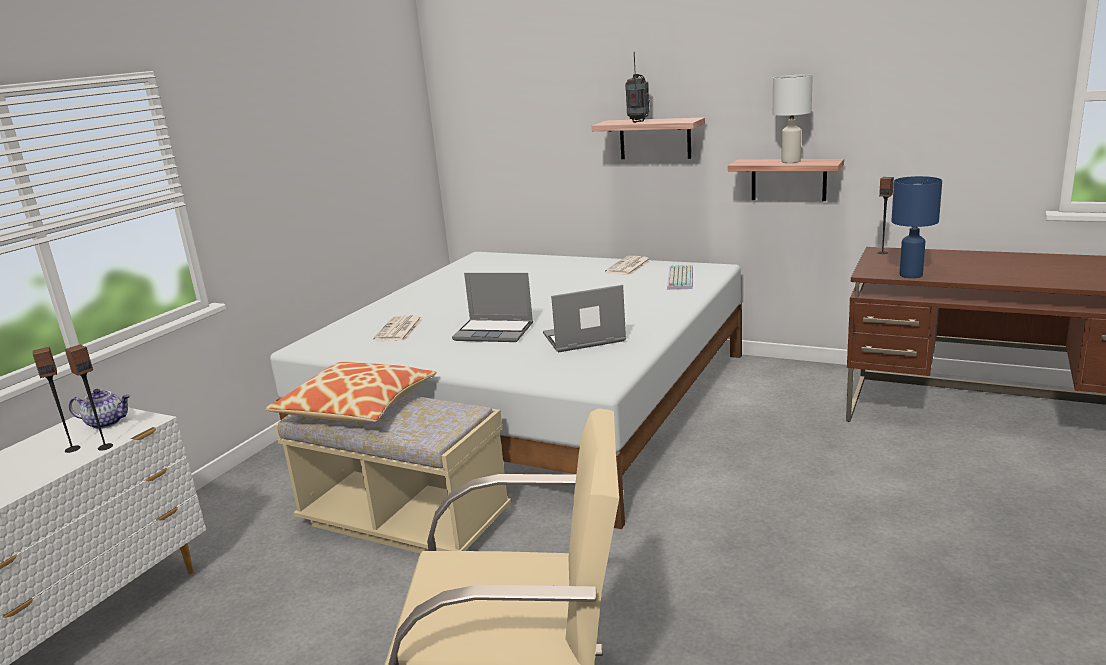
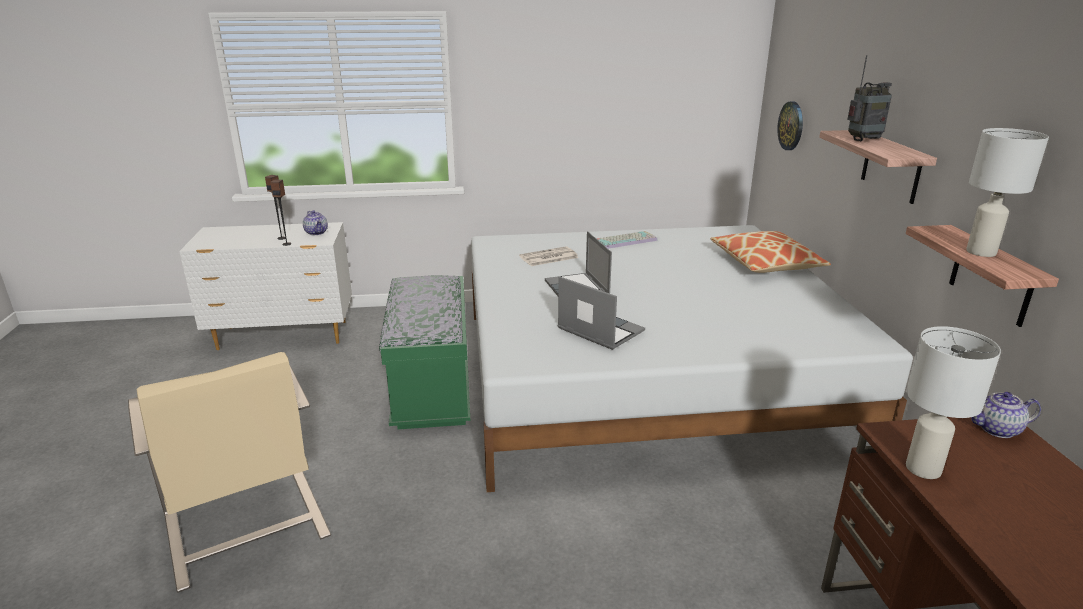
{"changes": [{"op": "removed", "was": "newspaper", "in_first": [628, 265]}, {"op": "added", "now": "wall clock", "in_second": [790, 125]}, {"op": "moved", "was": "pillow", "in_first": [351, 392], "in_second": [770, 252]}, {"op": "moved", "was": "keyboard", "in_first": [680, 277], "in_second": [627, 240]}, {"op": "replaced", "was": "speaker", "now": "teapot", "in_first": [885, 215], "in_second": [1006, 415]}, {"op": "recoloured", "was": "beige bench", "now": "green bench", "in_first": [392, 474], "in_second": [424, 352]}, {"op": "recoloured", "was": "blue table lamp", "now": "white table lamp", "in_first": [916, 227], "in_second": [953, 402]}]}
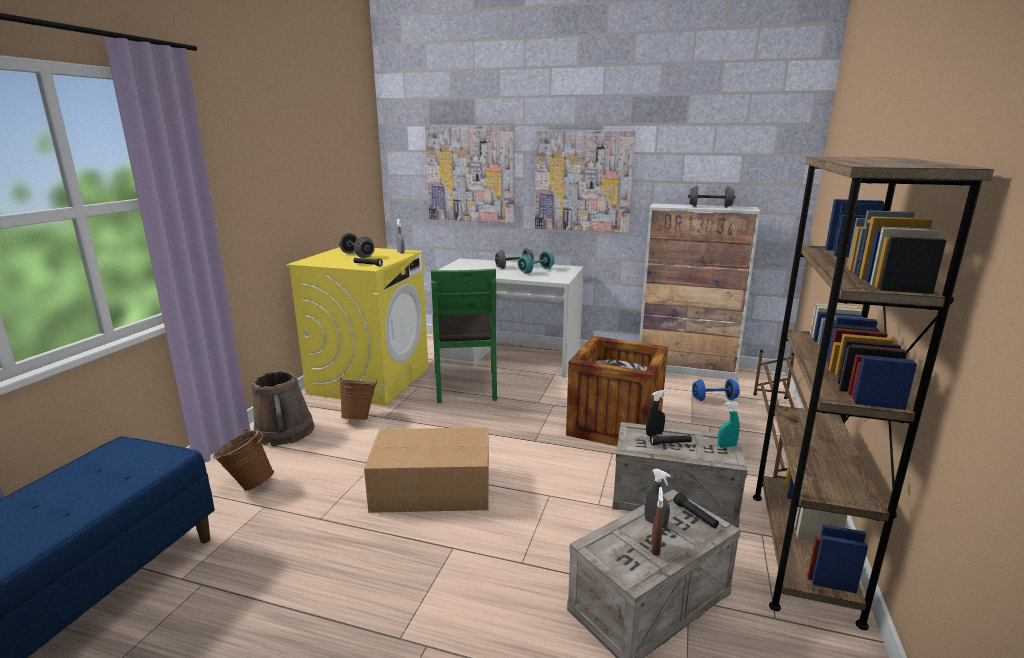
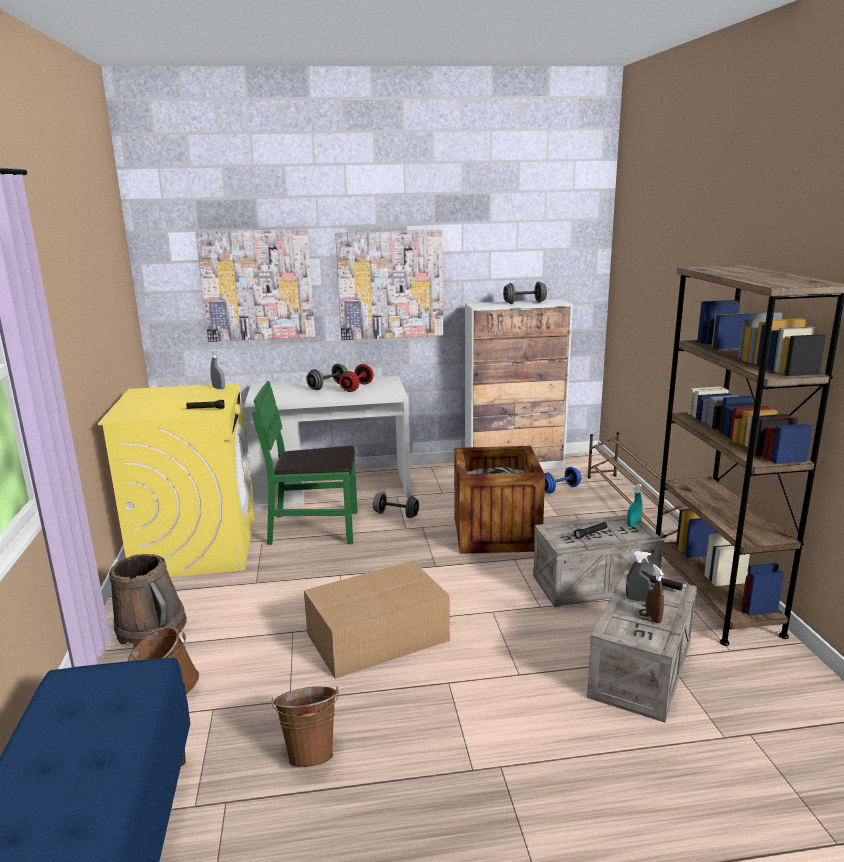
{"changes": [{"op": "removed", "was": "black spray bottle", "in_first": [656, 413]}, {"op": "moved", "was": "brown bucket", "in_first": [357, 399], "in_second": [305, 727]}, {"op": "moved", "was": "grey dumbbell", "in_first": [357, 245], "in_second": [396, 505]}, {"op": "recoloured", "was": "turquoise dumbbell", "now": "red dumbbell", "in_first": [536, 262], "in_second": [356, 378]}, {"op": "turned", "was": "green chair", "in_first": [464, 336], "in_second": [305, 463], "clockwise": 120}]}
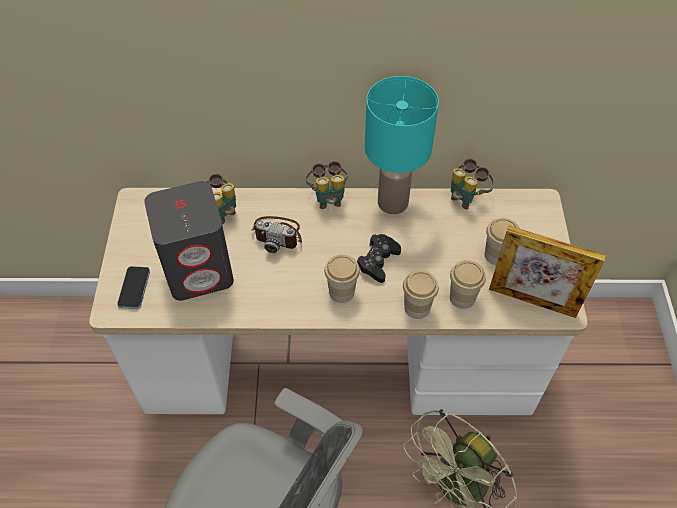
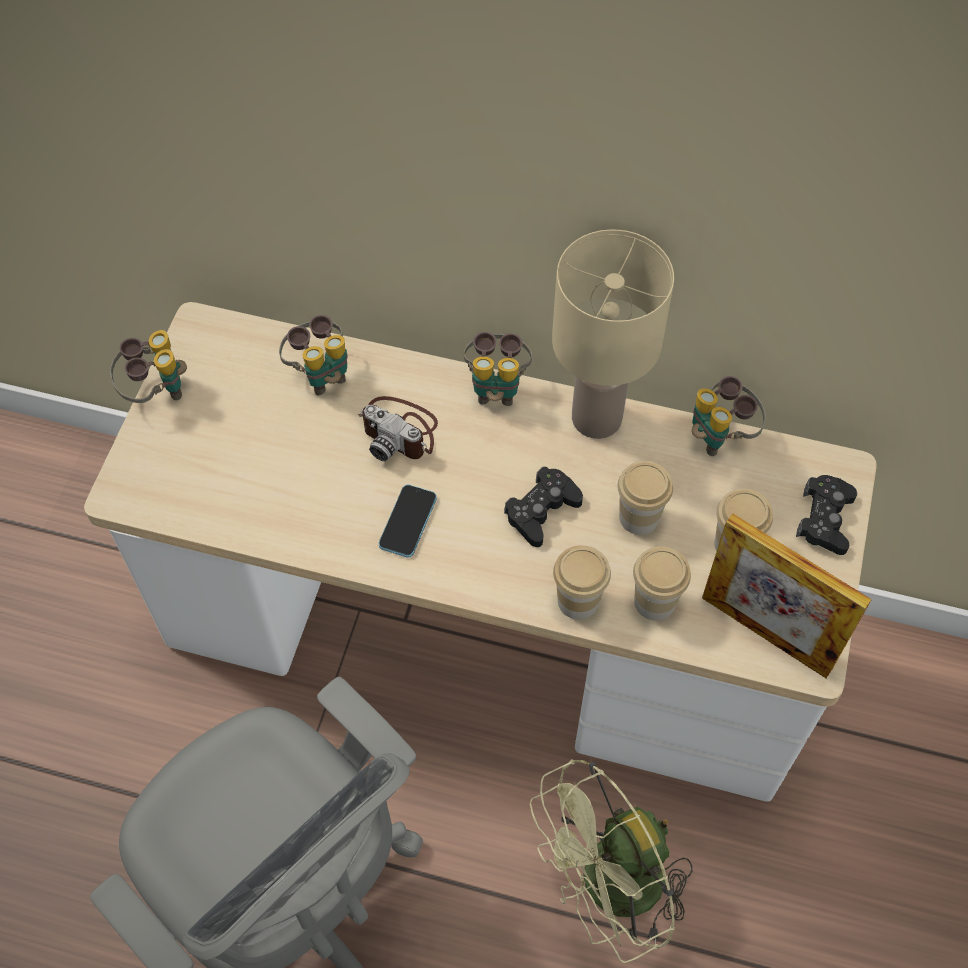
{"changes": [{"op": "removed", "was": "grey speaker", "in_first": [189, 241]}, {"op": "added", "now": "binoculars", "in_second": [148, 366]}, {"op": "added", "now": "black game controller", "in_second": [826, 515]}, {"op": "moved", "was": "phone", "in_first": [133, 287], "in_second": [408, 521]}, {"op": "moved", "was": "cup", "in_first": [342, 279], "in_second": [645, 498]}, {"op": "recoloured", "was": "turquoise table lamp", "now": "beige table lamp", "in_first": [402, 145], "in_second": [613, 334]}]}
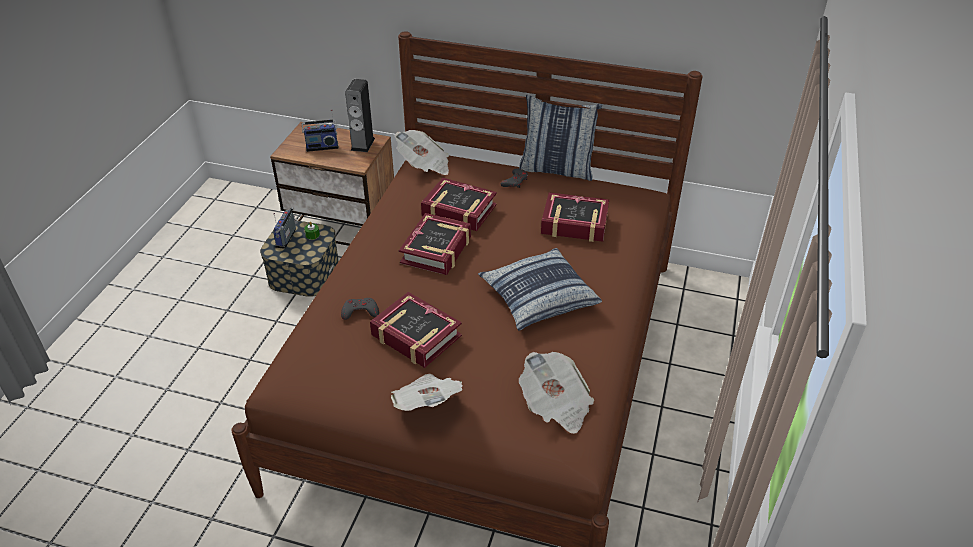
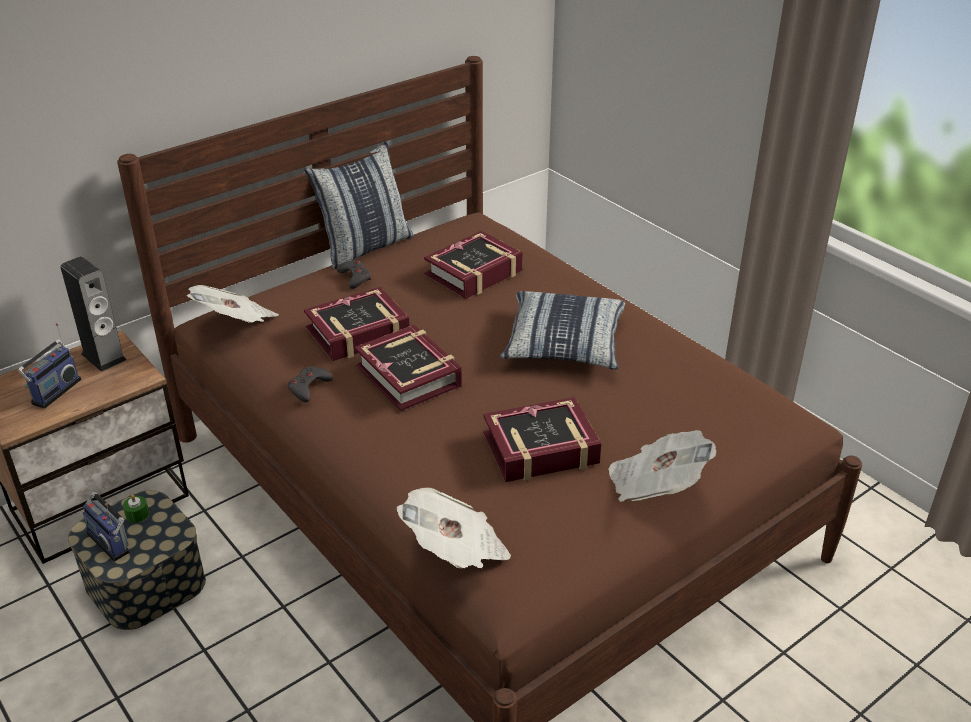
{"changes": [{"op": "moved", "was": "grey game controller", "in_first": [360, 309], "in_second": [311, 384]}, {"op": "moved", "was": "newspaper", "in_first": [556, 393], "in_second": [454, 528]}]}
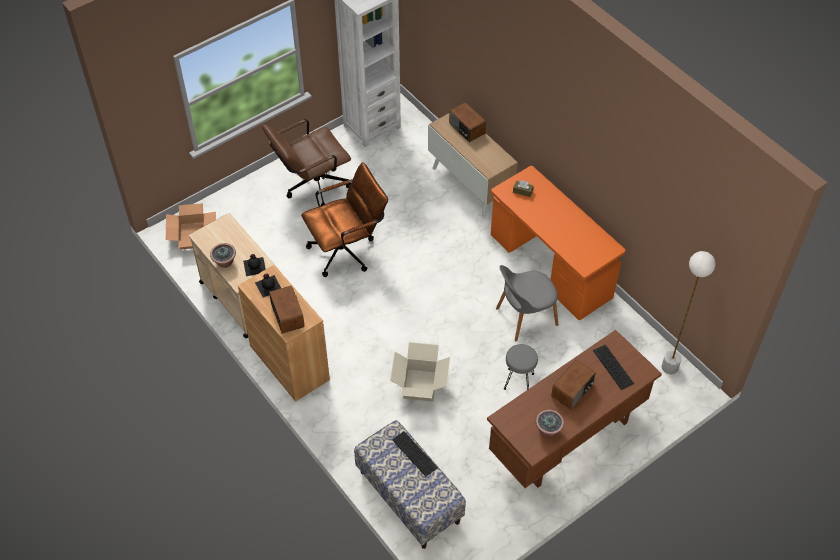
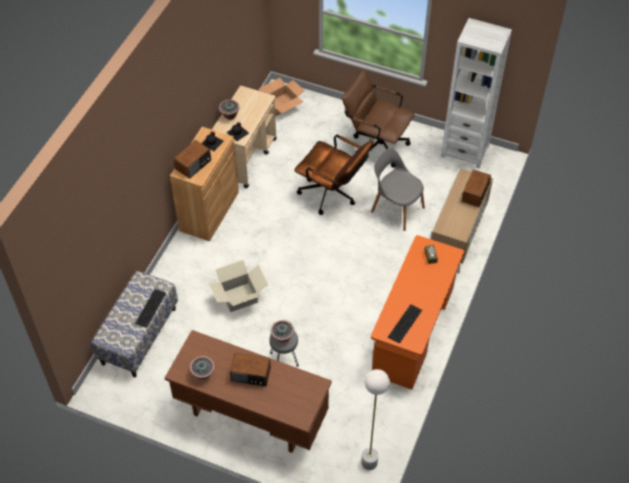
{"changes": [{"op": "added", "now": "potted plant", "in_second": [282, 331]}, {"op": "moved", "was": "grey chair", "in_first": [527, 303], "in_second": [398, 189]}, {"op": "moved", "was": "keyboard", "in_first": [613, 367], "in_second": [405, 323]}]}
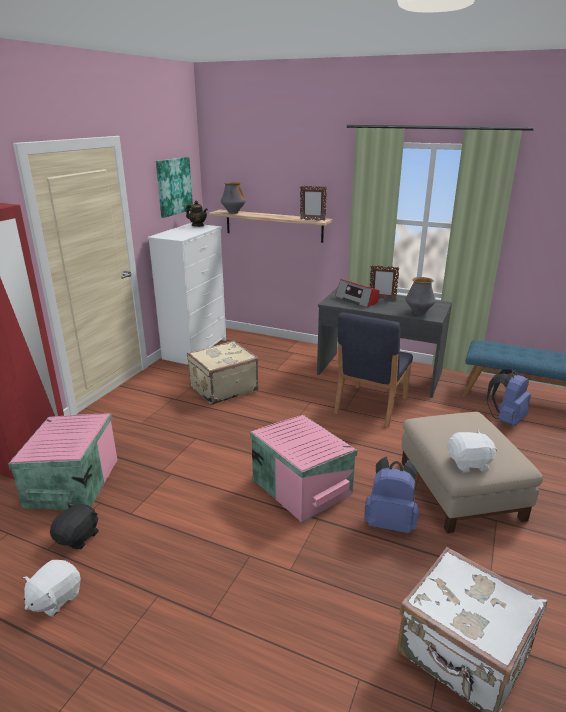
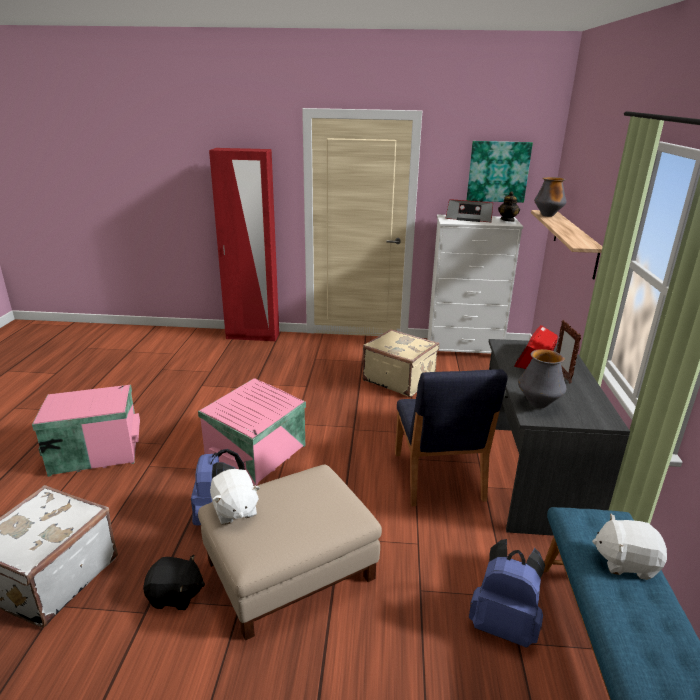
{"changes": [{"op": "removed", "was": "picture frame", "in_first": [313, 203]}, {"op": "added", "now": "radio", "in_second": [469, 210]}, {"op": "moved", "was": "pink storage box", "in_first": [63, 461], "in_second": [86, 431]}, {"op": "moved", "was": "white plush toy", "in_first": [52, 588], "in_second": [629, 547]}, {"op": "moved", "was": "black plush toy", "in_first": [74, 526], "in_second": [174, 582]}, {"op": "turned", "was": "blue chair", "in_first": [373, 370], "in_second": [451, 437], "clockwise": -105}]}
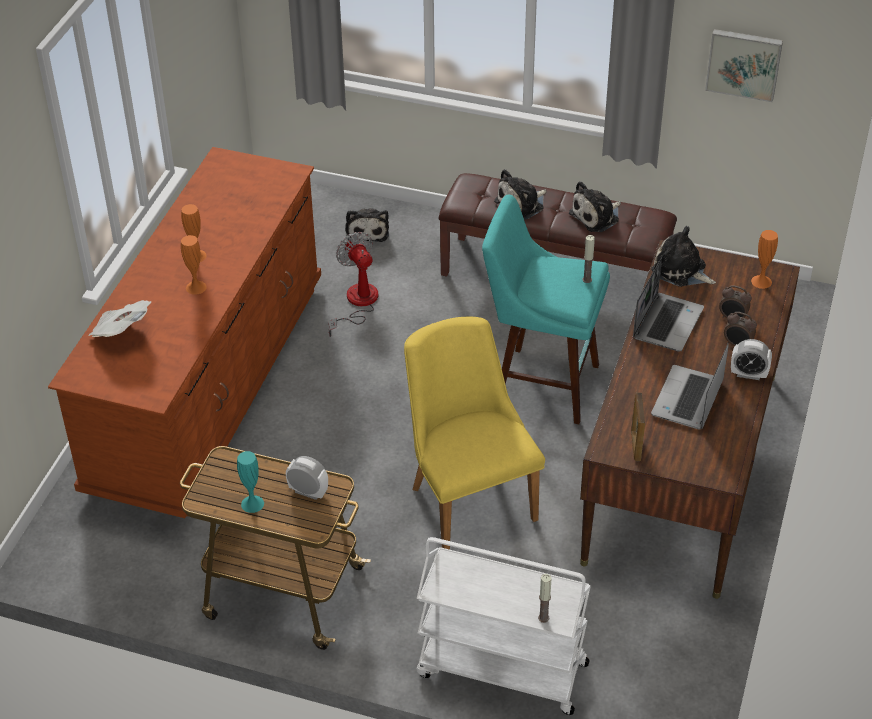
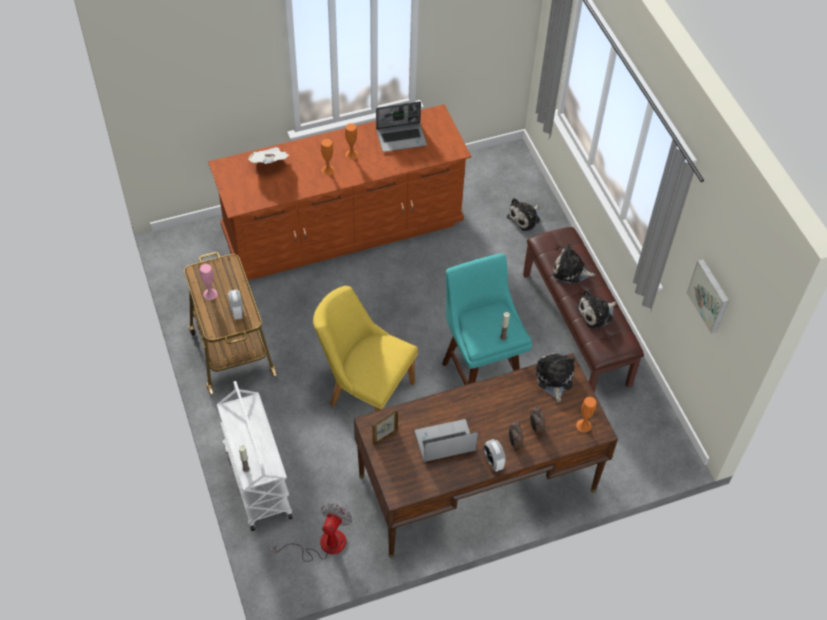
{"changes": [{"op": "moved", "was": "fan", "in_first": [353, 284], "in_second": [310, 532]}, {"op": "moved", "was": "laptop", "in_first": [668, 304], "in_second": [401, 127]}, {"op": "recoloured", "was": "turquoise vase", "now": "pink vase", "in_first": [250, 482], "in_second": [209, 282]}, {"op": "turned", "was": "yellow chair", "in_first": [474, 433], "in_second": [365, 349], "clockwise": -90}, {"op": "turned", "was": "plush toy", "in_first": [595, 206], "in_second": [596, 309], "clockwise": -45}]}
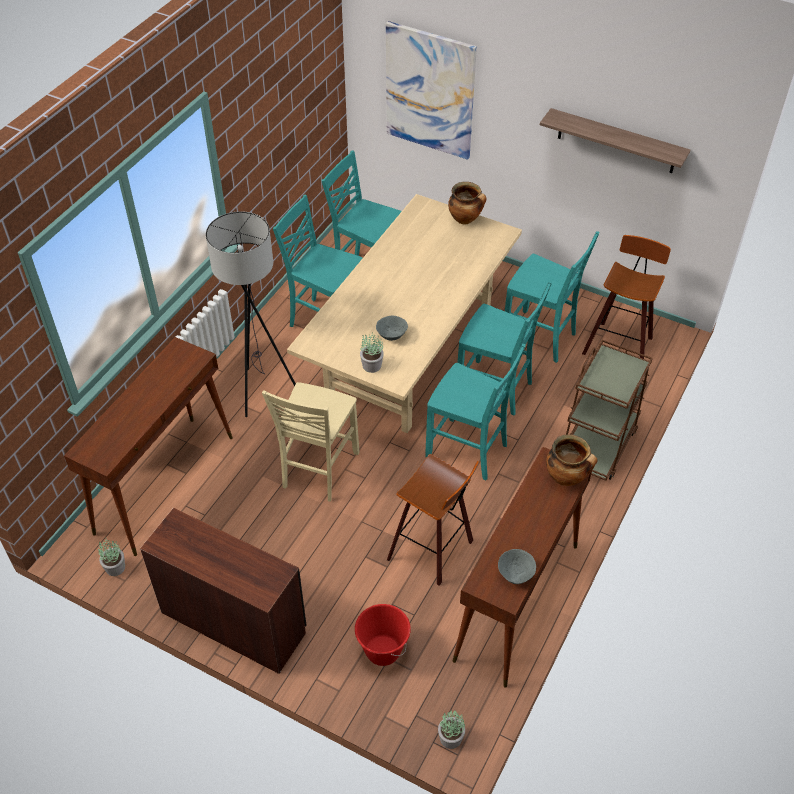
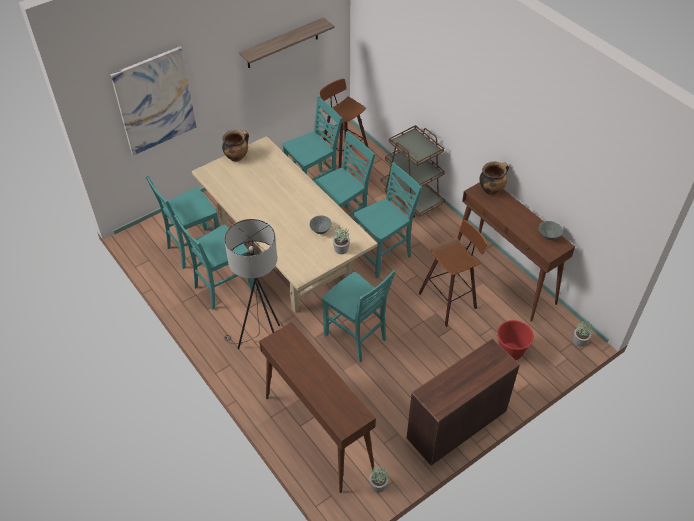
{"changes": [{"op": "recoloured", "was": "beige chair", "now": "turquoise chair", "in_first": [310, 442], "in_second": [359, 315]}]}
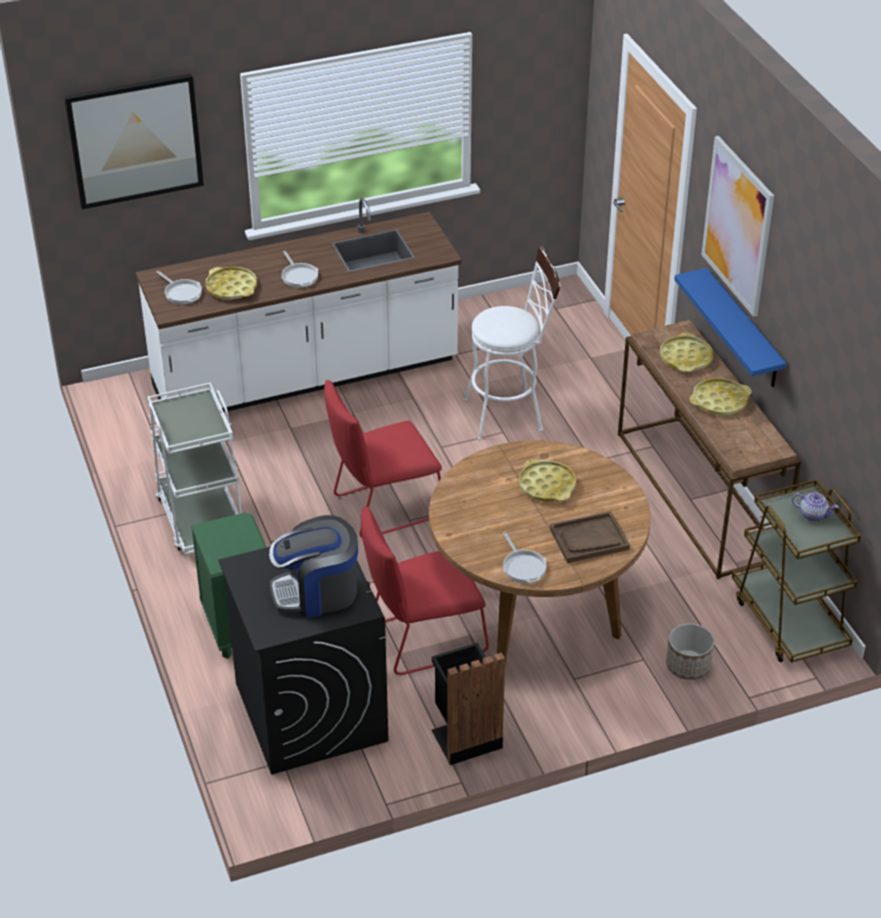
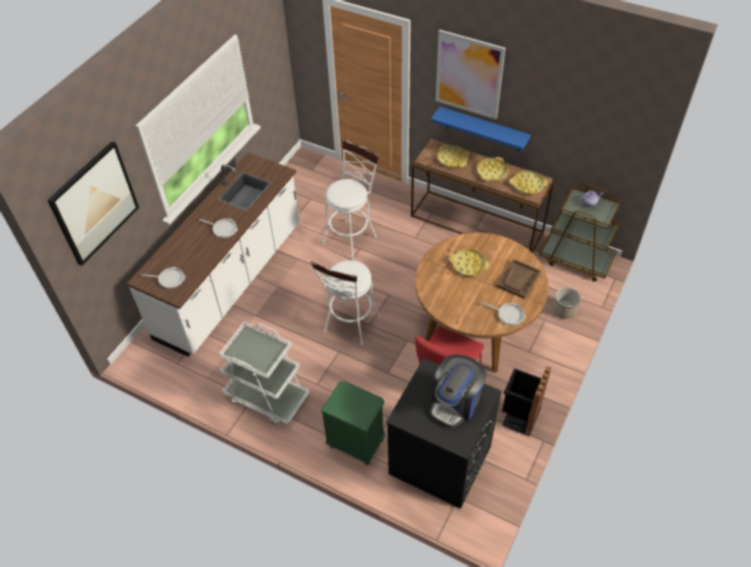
{"changes": [{"op": "moved", "was": "yellow tray", "in_first": [231, 283], "in_second": [529, 182]}, {"op": "replaced", "was": "red chair", "now": "white stool", "in_first": [383, 458], "in_second": [345, 302]}]}
